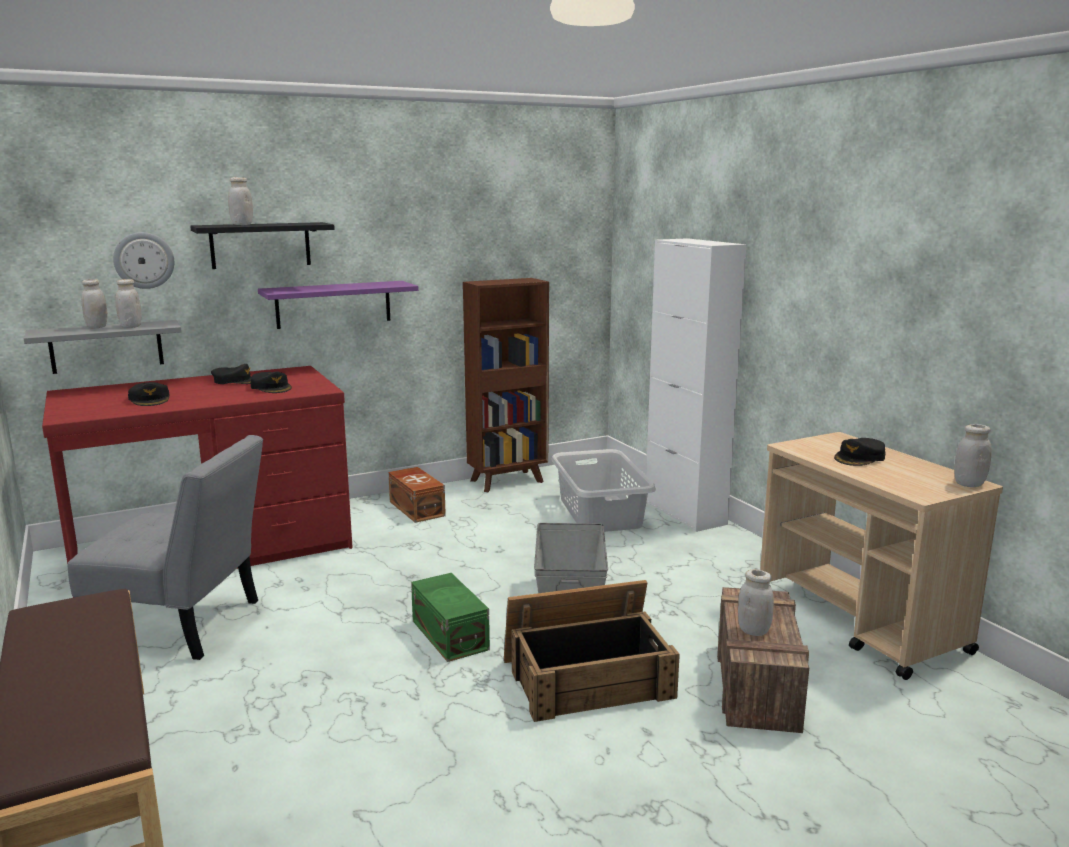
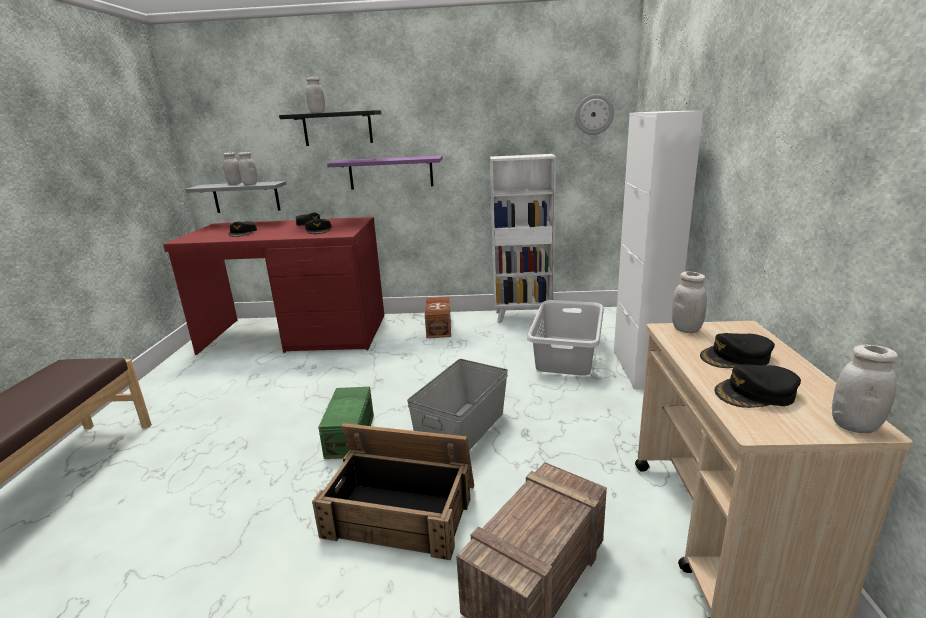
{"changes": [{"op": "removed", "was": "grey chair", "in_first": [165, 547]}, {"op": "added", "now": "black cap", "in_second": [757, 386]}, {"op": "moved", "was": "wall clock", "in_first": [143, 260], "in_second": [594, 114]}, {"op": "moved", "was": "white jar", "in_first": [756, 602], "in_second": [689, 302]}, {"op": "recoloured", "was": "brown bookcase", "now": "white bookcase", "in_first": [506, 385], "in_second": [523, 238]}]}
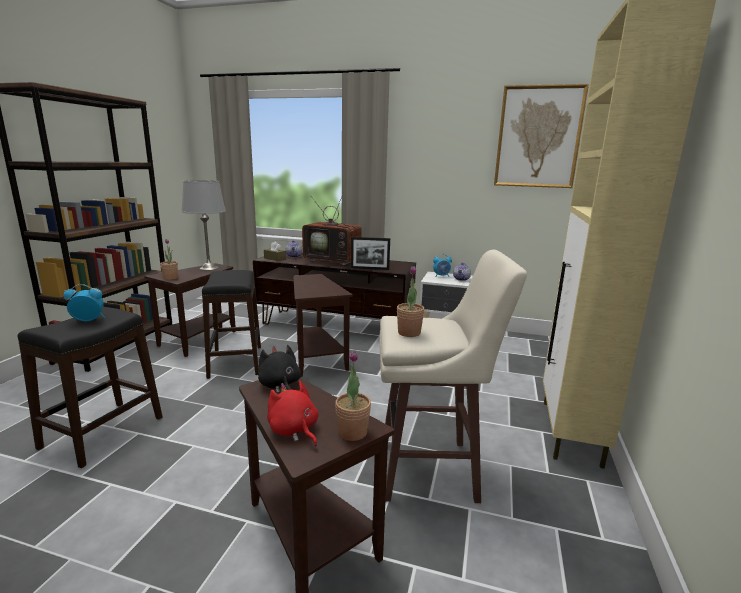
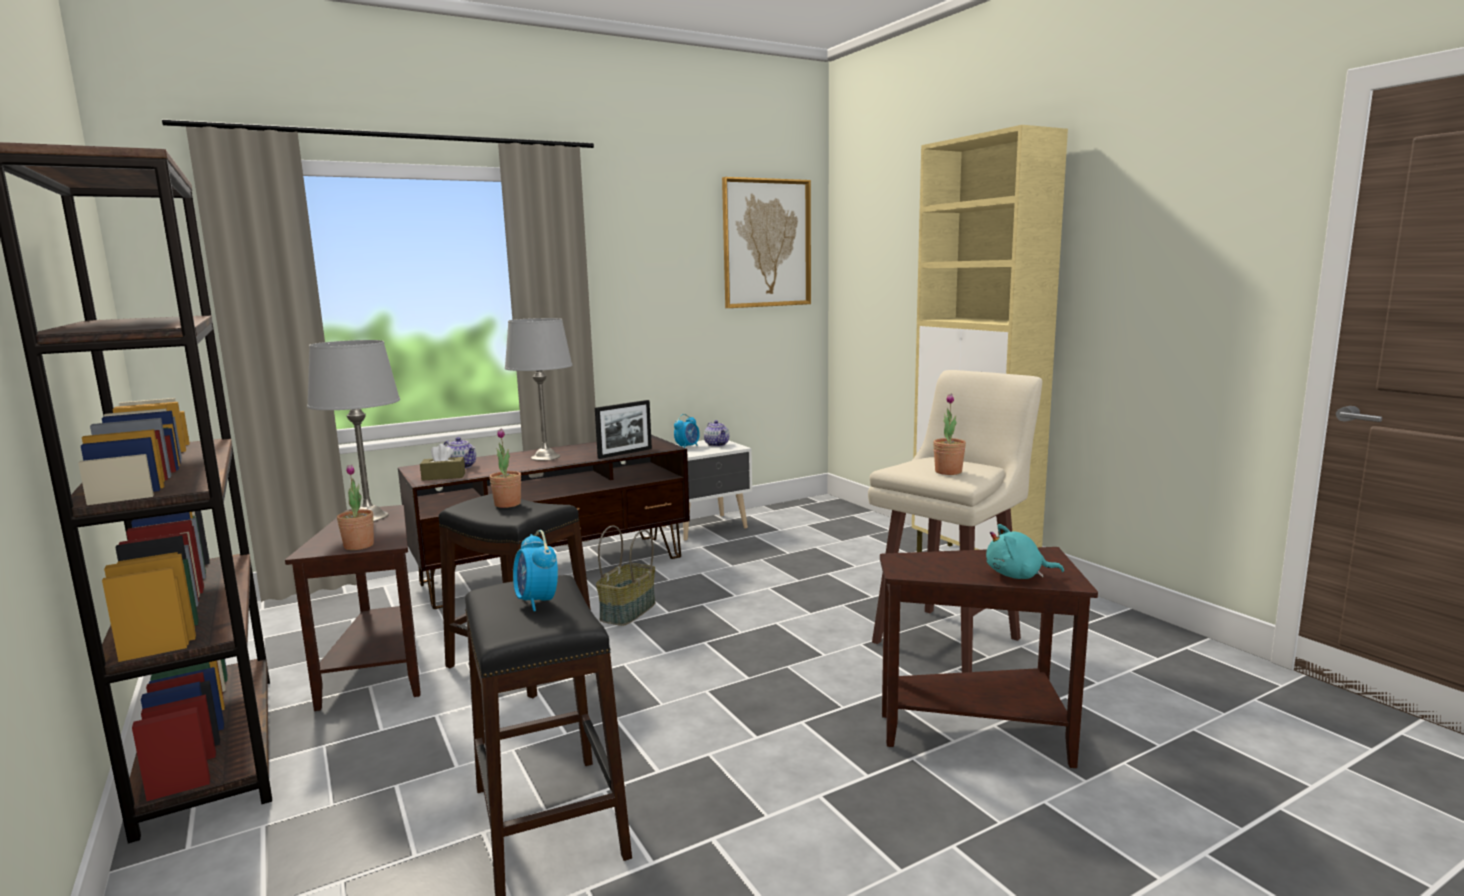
{"changes": [{"op": "removed", "was": "black plush toy", "in_first": [279, 369]}, {"op": "moved", "was": "potted plant", "in_first": [353, 395], "in_second": [505, 468]}, {"op": "replaced", "was": "brown side table", "now": "basket", "in_first": [323, 325], "in_second": [625, 576]}, {"op": "replaced", "was": "television", "now": "grey table lamp", "in_first": [332, 228], "in_second": [538, 389]}, {"op": "recoloured", "was": "red plush toy", "now": "turquoise plush toy", "in_first": [292, 414], "in_second": [1025, 551]}, {"op": "turned", "was": "alarm clock", "in_first": [84, 302], "in_second": [535, 570], "clockwise": -60}]}
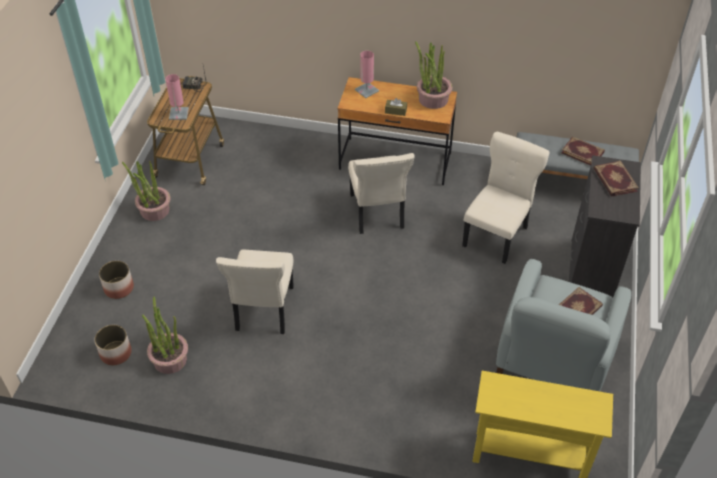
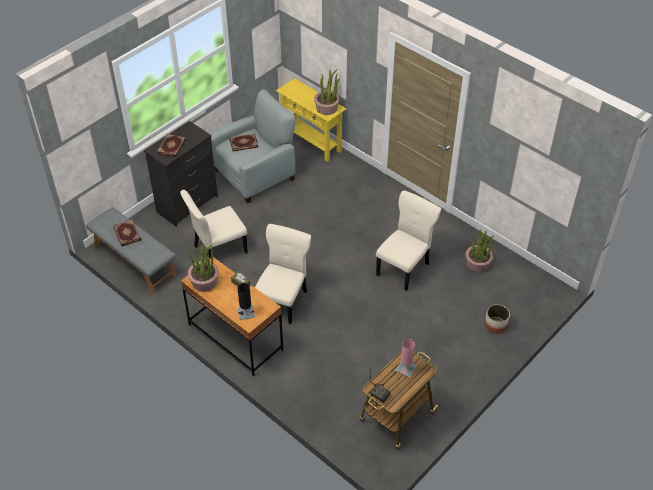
{"changes": [{"op": "removed", "was": "planter", "in_first": [113, 345]}, {"op": "moved", "was": "potted plant", "in_first": [146, 191], "in_second": [327, 92]}, {"op": "recoloured", "was": "pink table lamp", "now": "black table lamp", "in_first": [367, 74], "in_second": [246, 301]}]}
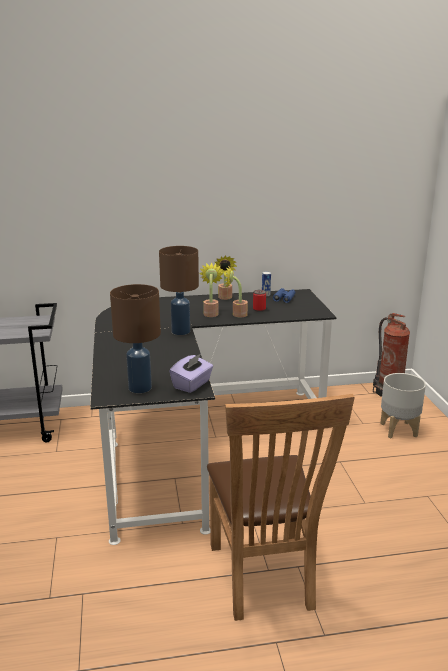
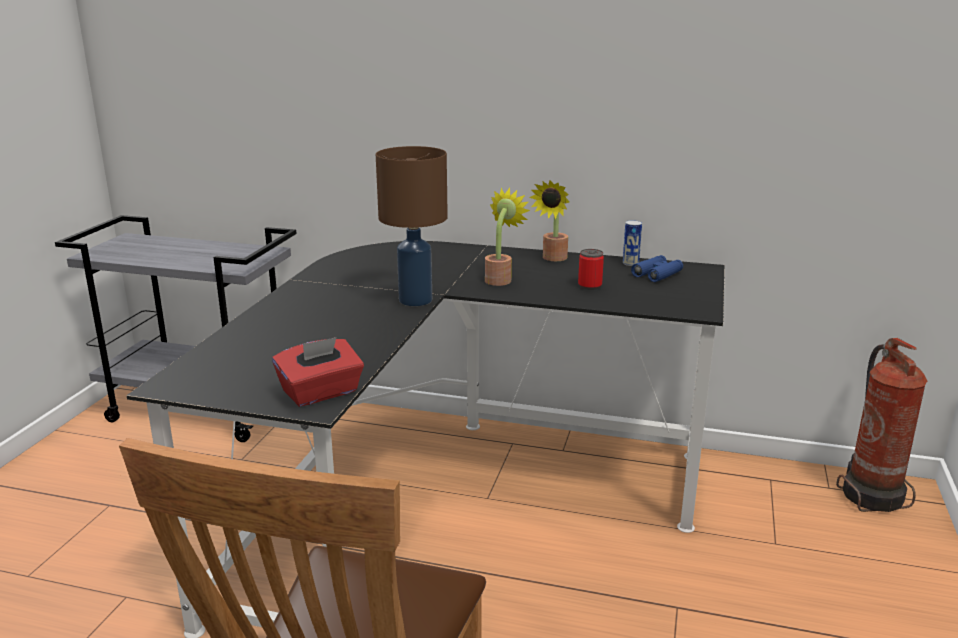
{"changes": [{"op": "removed", "was": "brown table lamp", "in_first": [135, 338]}, {"op": "removed", "was": "potted plant", "in_first": [236, 291]}, {"op": "removed", "was": "grey planter", "in_first": [403, 405]}, {"op": "recoloured", "was": "purple tissue box", "now": "red tissue box", "in_first": [191, 373], "in_second": [318, 372]}]}
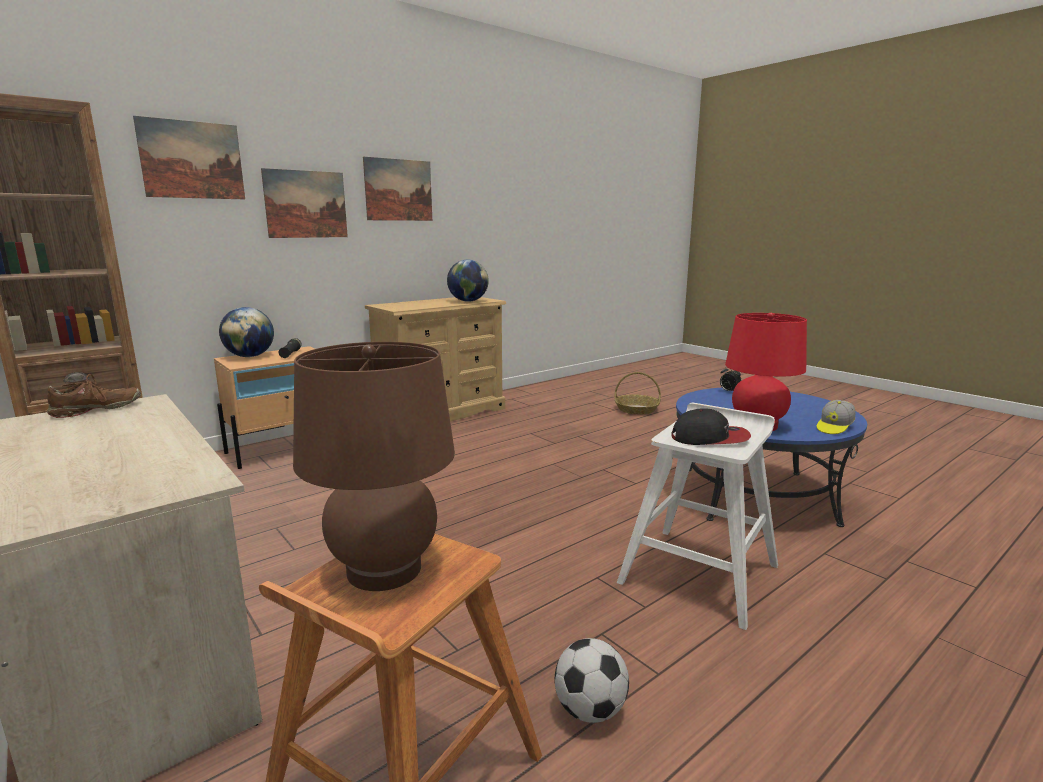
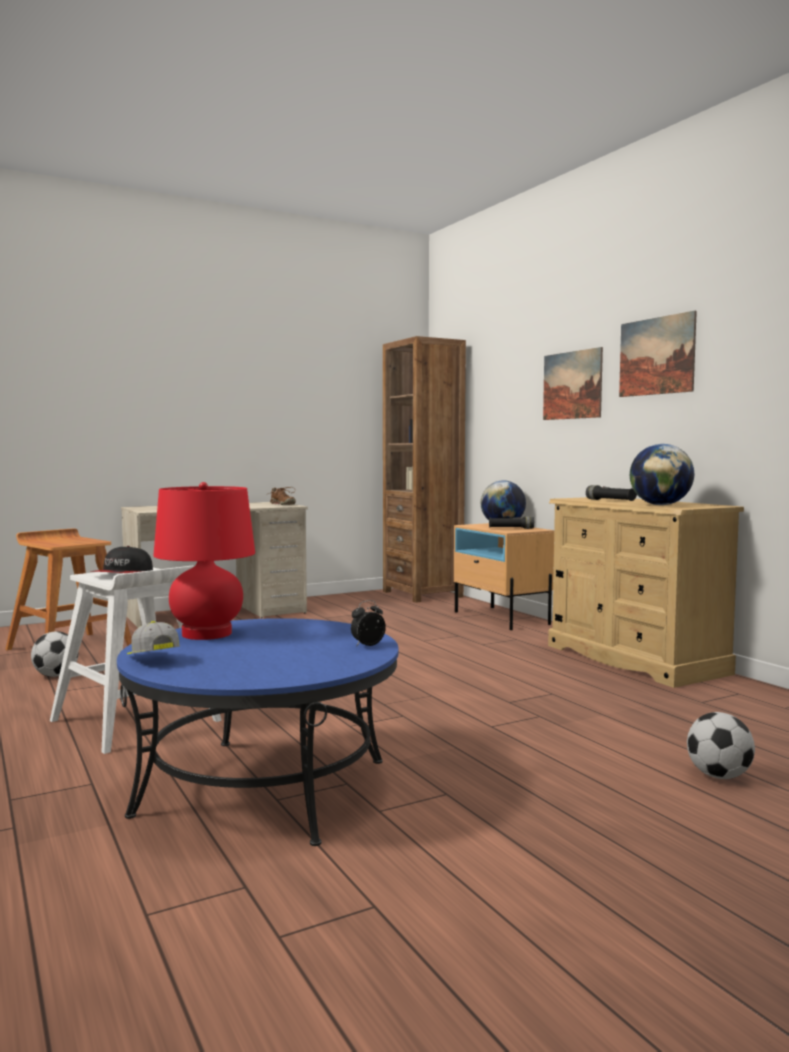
{"changes": [{"op": "removed", "was": "picture", "in_first": [189, 157]}, {"op": "removed", "was": "brown table lamp", "in_first": [374, 466]}, {"op": "added", "now": "black flashlight", "in_second": [611, 493]}, {"op": "replaced", "was": "basket", "now": "football", "in_first": [637, 393], "in_second": [721, 745]}]}
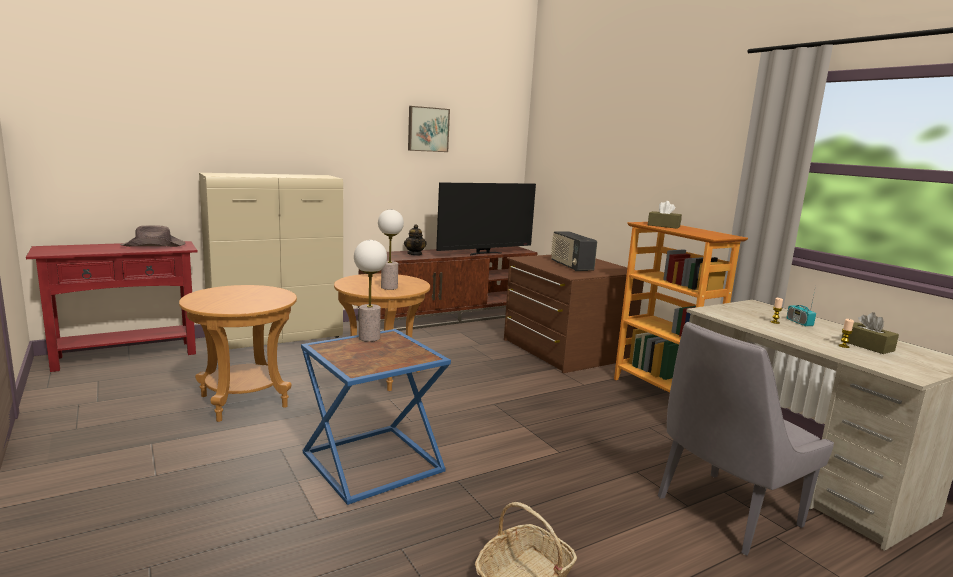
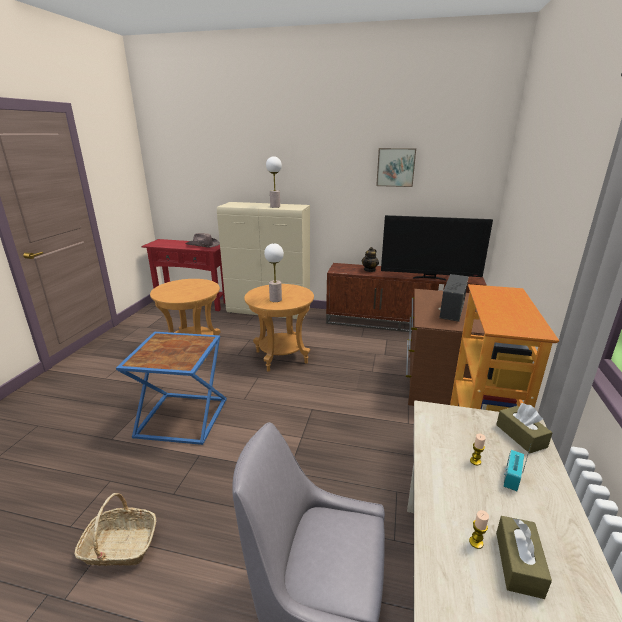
{"changes": [{"op": "moved", "was": "table lamp", "in_first": [370, 291], "in_second": [274, 182]}, {"op": "moved", "was": "brown tissue box", "in_first": [665, 215], "in_second": [524, 428]}]}
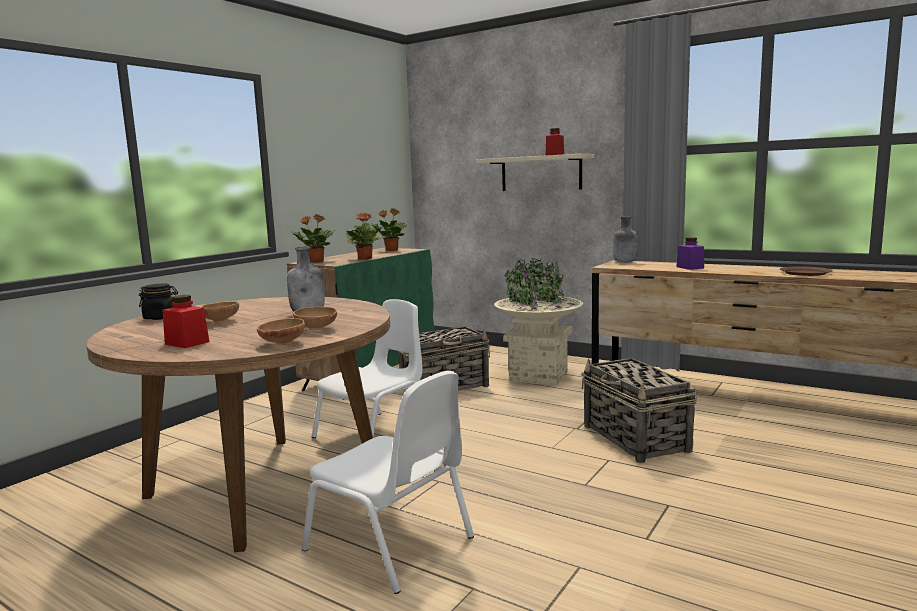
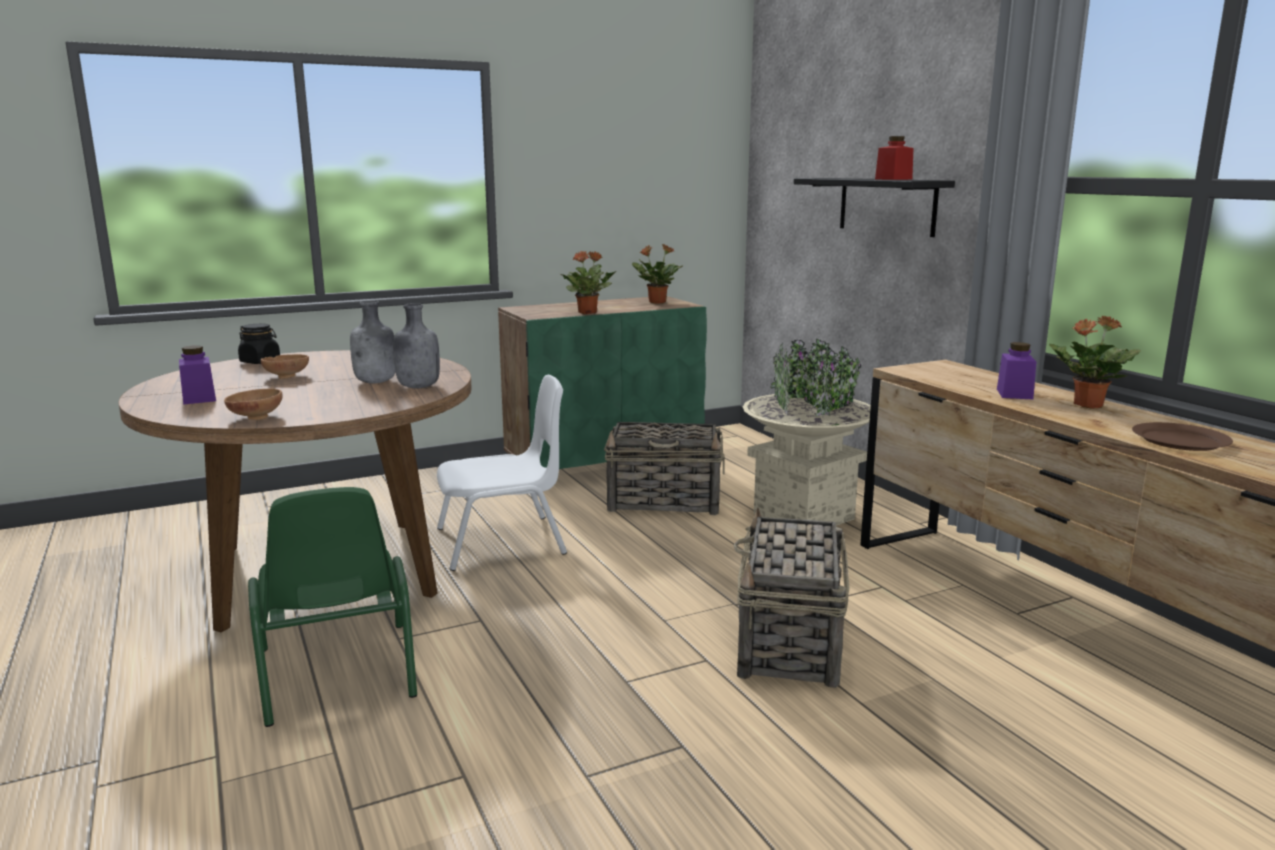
{"changes": [{"op": "removed", "was": "brown bowl", "in_first": [315, 318]}, {"op": "moved", "was": "potted plant", "in_first": [314, 238], "in_second": [1095, 362]}, {"op": "moved", "was": "grey bottle", "in_first": [625, 239], "in_second": [416, 345]}, {"op": "recoloured", "was": "red jar", "now": "purple jar", "in_first": [185, 321], "in_second": [197, 375]}, {"op": "recoloured", "was": "white chair", "now": "green chair", "in_first": [388, 482], "in_second": [332, 607]}, {"op": "recoloured", "was": "beige shelf", "now": "black shelf", "in_first": [535, 172], "in_second": [874, 207]}]}
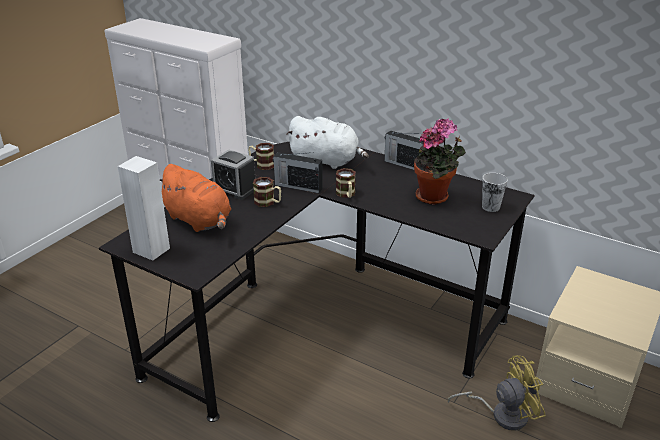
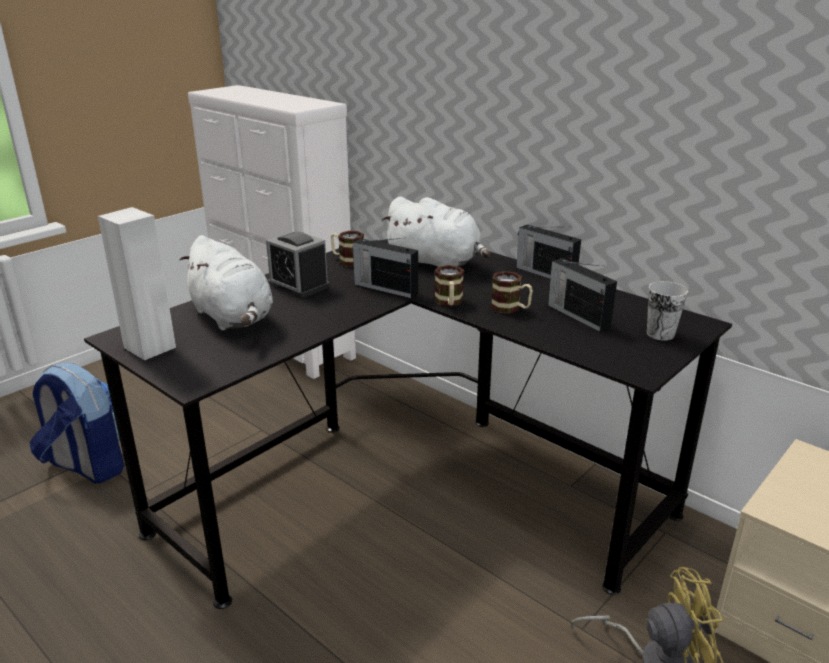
{"changes": [{"op": "added", "now": "backpack", "in_second": [76, 423]}, {"op": "moved", "was": "mug", "in_first": [267, 192], "in_second": [512, 292]}, {"op": "replaced", "was": "potted plant", "now": "radio", "in_first": [440, 161], "in_second": [582, 295]}, {"op": "recoloured", "was": "orange plush toy", "now": "white plush toy", "in_first": [195, 198], "in_second": [226, 283]}]}
